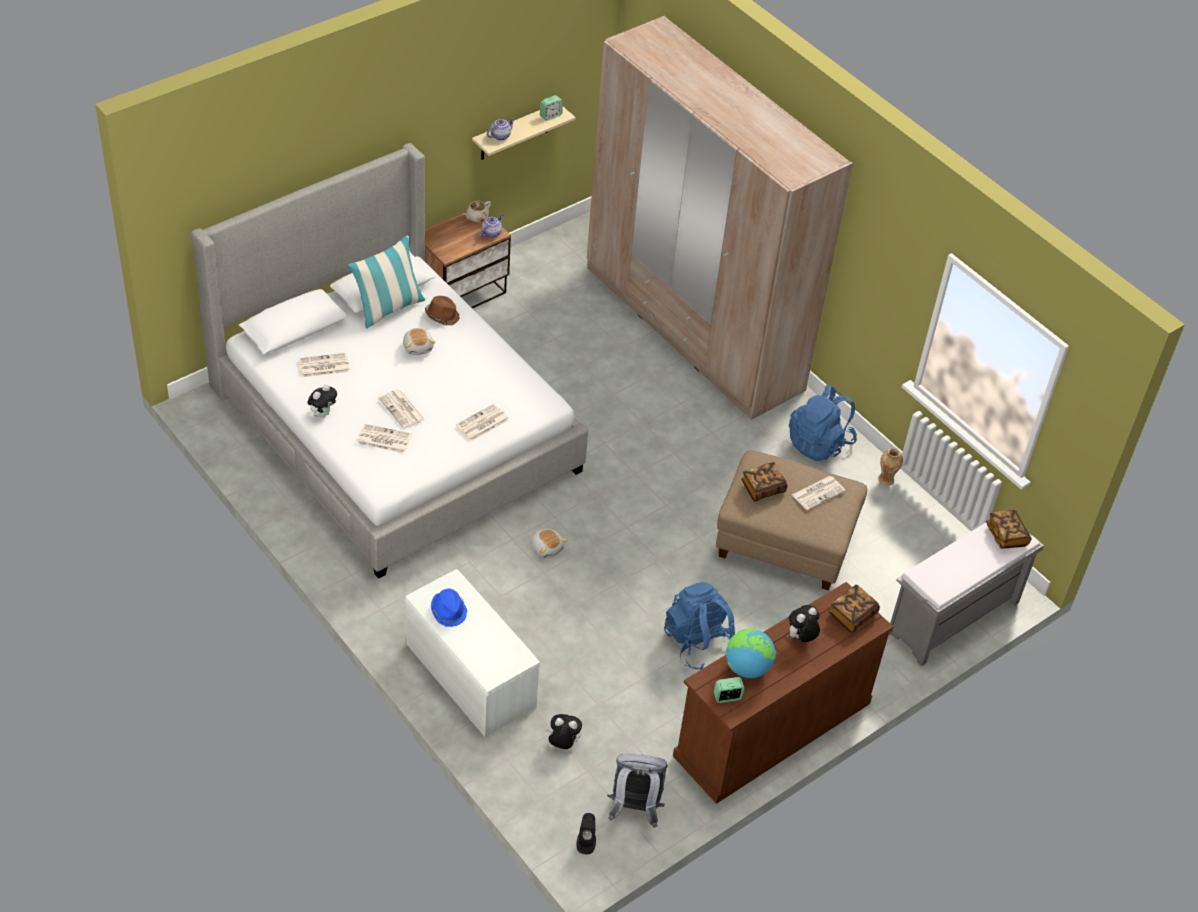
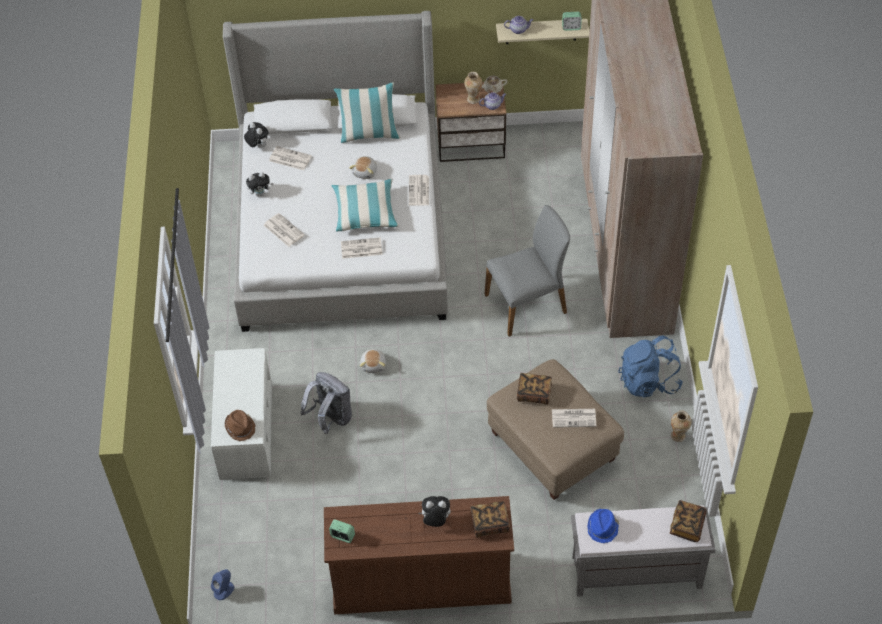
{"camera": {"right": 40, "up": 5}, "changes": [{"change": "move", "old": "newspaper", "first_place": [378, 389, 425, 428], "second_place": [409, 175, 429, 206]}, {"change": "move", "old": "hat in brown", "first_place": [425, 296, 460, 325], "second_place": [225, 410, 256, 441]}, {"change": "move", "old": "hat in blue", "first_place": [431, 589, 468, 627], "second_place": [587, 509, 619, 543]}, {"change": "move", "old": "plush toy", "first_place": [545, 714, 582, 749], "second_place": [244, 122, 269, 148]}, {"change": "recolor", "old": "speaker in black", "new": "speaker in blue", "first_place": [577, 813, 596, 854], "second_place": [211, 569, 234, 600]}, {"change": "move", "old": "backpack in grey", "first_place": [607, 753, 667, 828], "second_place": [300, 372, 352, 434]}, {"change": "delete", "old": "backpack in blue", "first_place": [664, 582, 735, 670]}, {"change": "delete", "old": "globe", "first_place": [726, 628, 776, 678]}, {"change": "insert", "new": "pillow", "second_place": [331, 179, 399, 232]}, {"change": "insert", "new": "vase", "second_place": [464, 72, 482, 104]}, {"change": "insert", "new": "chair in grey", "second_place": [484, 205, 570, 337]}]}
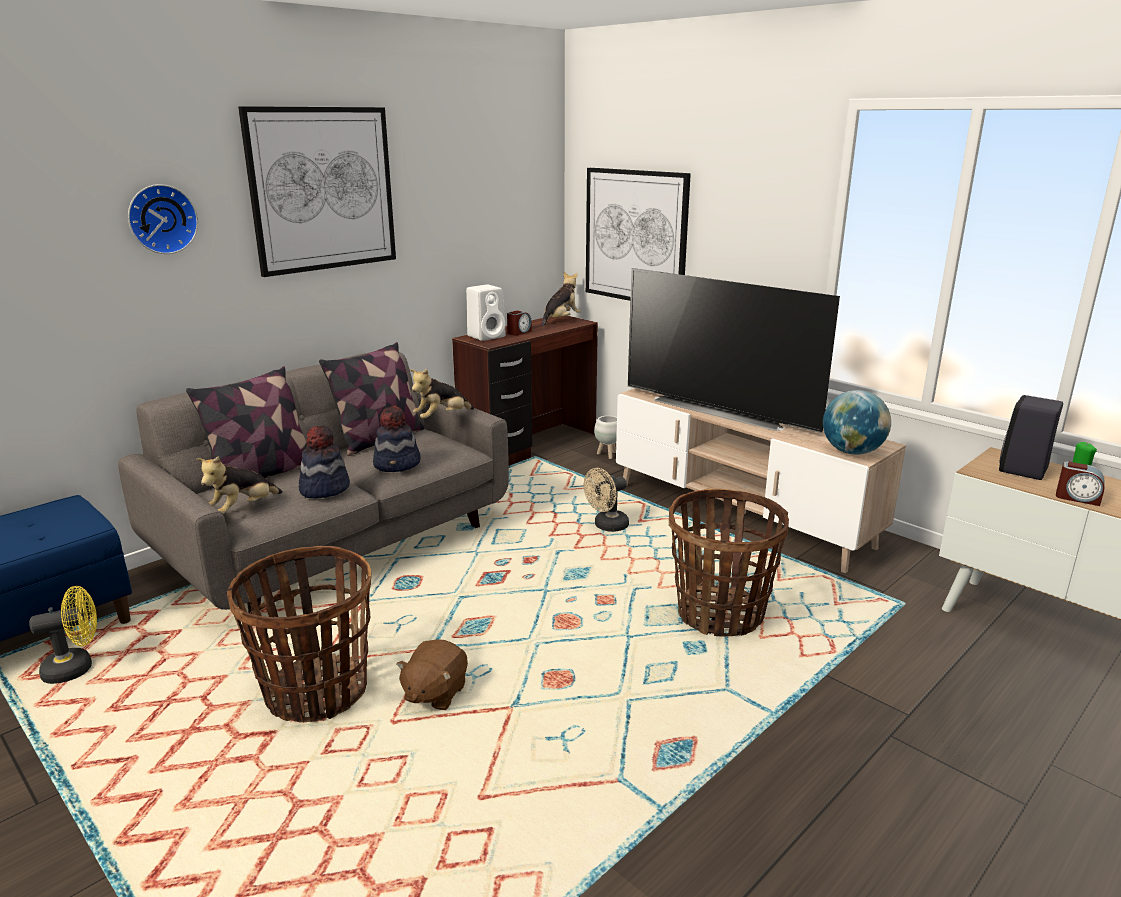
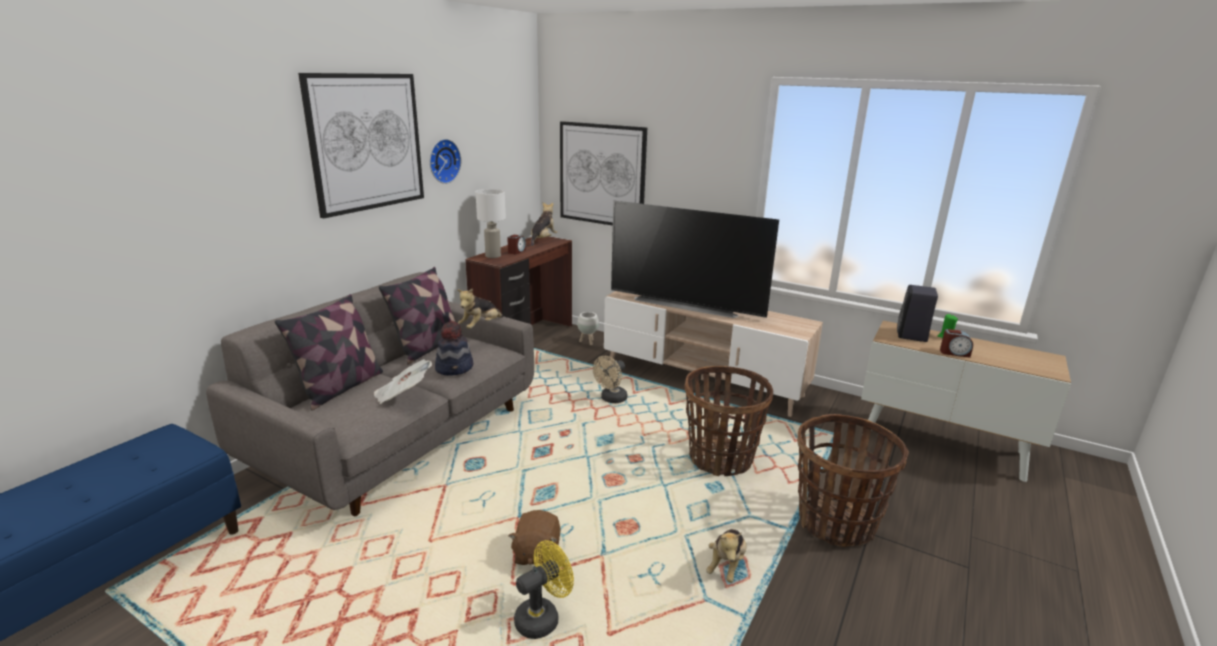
{"camera": {"right": -15, "up": 0}, "changes": [{"change": "move", "old": "fan in yellow", "first_place": [29, 586, 97, 684], "second_place": [514, 540, 574, 639]}, {"change": "move", "old": "wall clock", "first_place": [128, 184, 198, 254], "second_place": [430, 139, 461, 184]}, {"change": "move", "old": "plush toy", "first_place": [196, 456, 283, 514], "second_place": [706, 529, 746, 583]}, {"change": "move", "old": "basket", "first_place": [227, 546, 371, 722], "second_place": [797, 414, 908, 547]}, {"change": "replace", "old": "hat", "new": "newspaper", "first_place": [299, 426, 350, 499], "second_place": [374, 359, 432, 404]}, {"change": "replace", "old": "speaker in white", "new": "table lamp in white", "first_place": [466, 284, 505, 341], "second_place": [476, 189, 506, 258]}, {"change": "delete", "old": "globe", "first_place": [823, 390, 891, 455]}]}
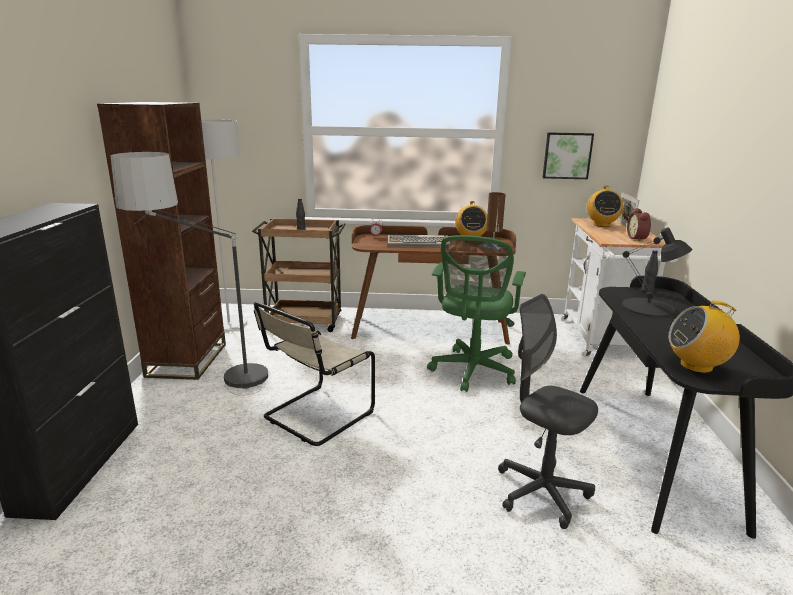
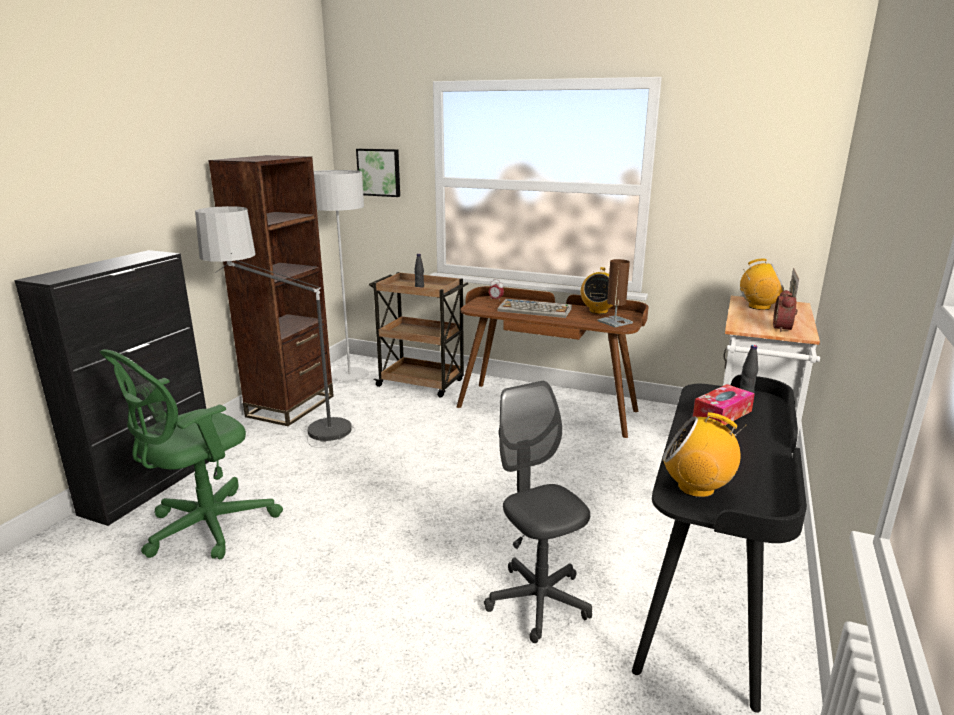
{"camera": {"right": 20, "up": 0}, "changes": [{"change": "delete", "old": "chair in beige", "first_place": [254, 302, 375, 446]}, {"change": "move", "old": "office chair in green", "first_place": [427, 235, 526, 392], "second_place": [100, 349, 283, 559]}, {"change": "move", "old": "picture", "first_place": [542, 132, 594, 179], "second_place": [356, 149, 400, 197]}, {"change": "rotate", "old": "radio", "first_place": [587, 185, 623, 227], "second_place": [740, 259, 785, 310], "degrees": -105}, {"change": "replace", "old": "table lamp in black", "new": "tissue box", "first_place": [622, 228, 693, 317], "second_place": [693, 384, 755, 425]}]}
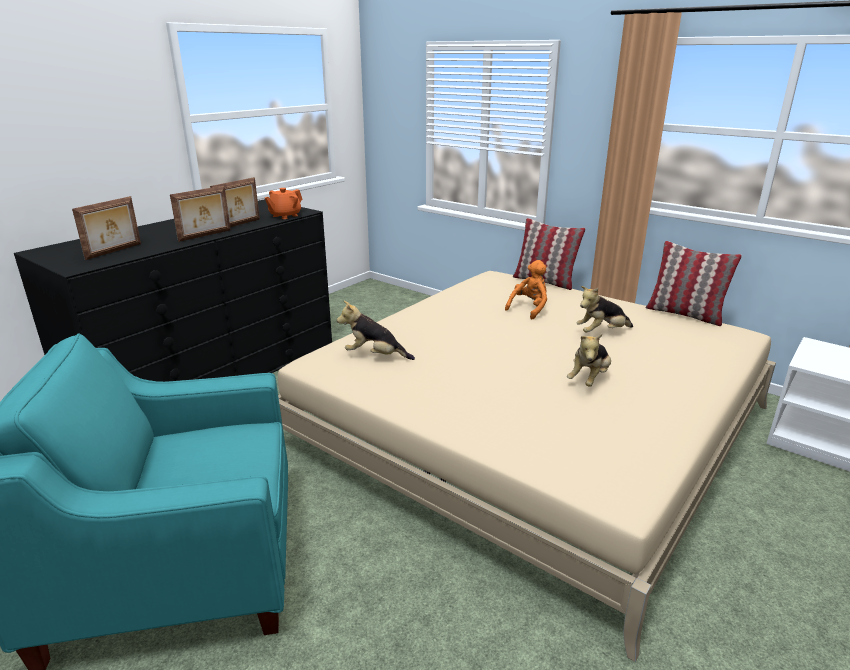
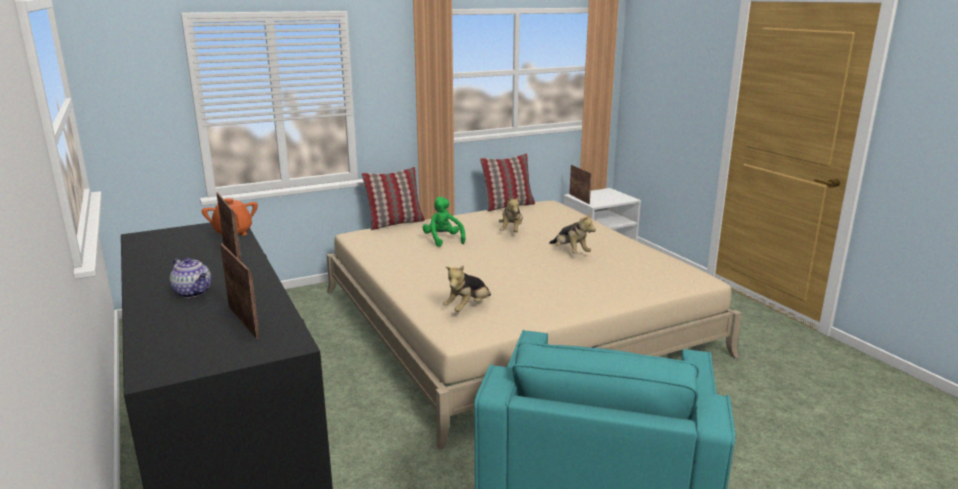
{"camera": {"right": -65, "up": -5}, "changes": [{"change": "move", "old": "picture frame", "first_place": [170, 186, 231, 242], "second_place": [569, 165, 592, 204]}, {"change": "recolor", "old": "plush toy in orange", "new": "plush toy in green", "first_place": [505, 260, 547, 319], "second_place": [423, 197, 465, 247]}, {"change": "insert", "new": "teapot", "second_place": [170, 258, 211, 298]}]}
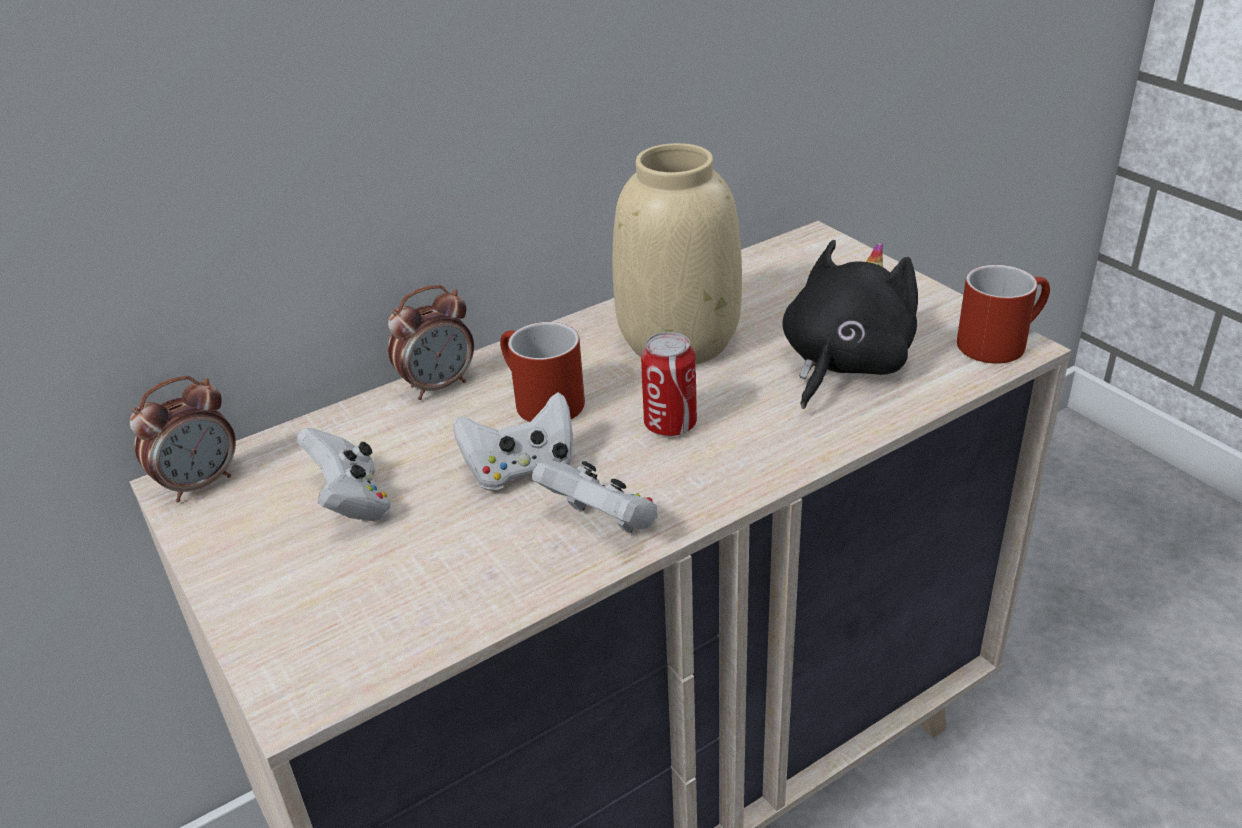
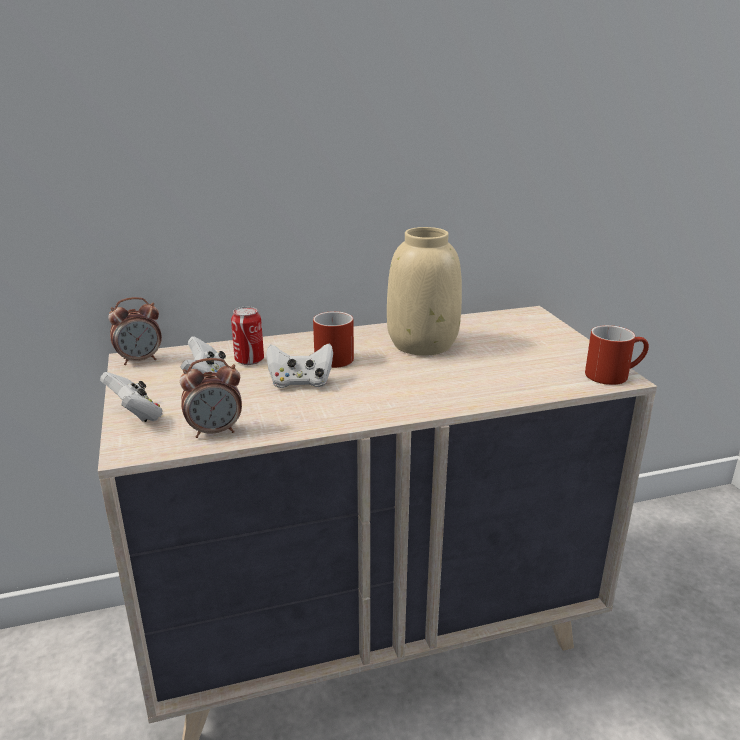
{"camera": {"right": 15, "up": -10}, "changes": [{"change": "move", "old": "alarm clock", "first_place": [388, 285, 474, 400], "second_place": [180, 358, 242, 438]}, {"change": "move", "old": "game controller in white", "first_place": [532, 461, 658, 533], "second_place": [100, 372, 163, 422]}, {"change": "move", "old": "can", "first_place": [641, 332, 697, 436], "second_place": [231, 307, 264, 365]}, {"change": "delete", "old": "plush toy in black", "first_place": [782, 240, 918, 409]}]}
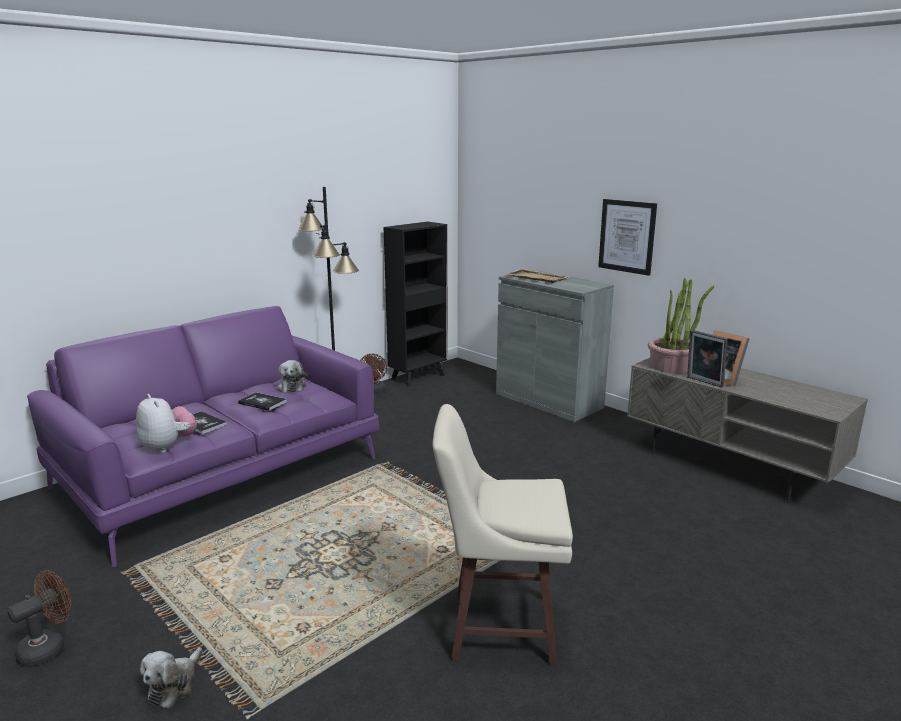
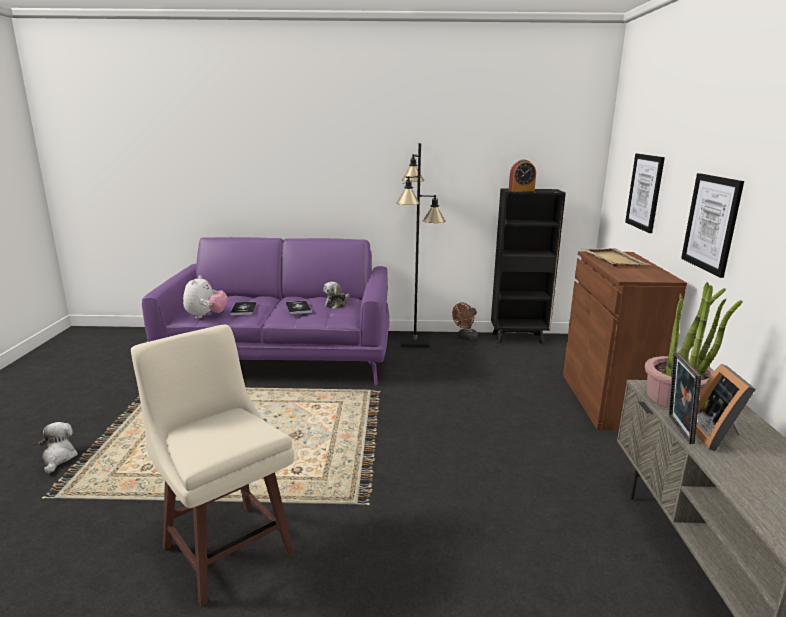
{"camera": {"right": 45, "up": 0}, "changes": [{"change": "delete", "old": "fan in brown", "first_place": [7, 570, 71, 667]}, {"change": "rotate", "old": "plush toy", "first_place": [140, 647, 202, 708], "second_place": [38, 422, 78, 474], "degrees": 105}, {"change": "recolor", "old": "cabinet in grey", "new": "cabinet in brown", "first_place": [496, 270, 614, 422], "second_place": [563, 251, 687, 430]}, {"change": "insert", "new": "alarm clock", "second_place": [509, 160, 536, 192]}, {"change": "insert", "new": "picture", "second_place": [625, 154, 665, 233]}]}
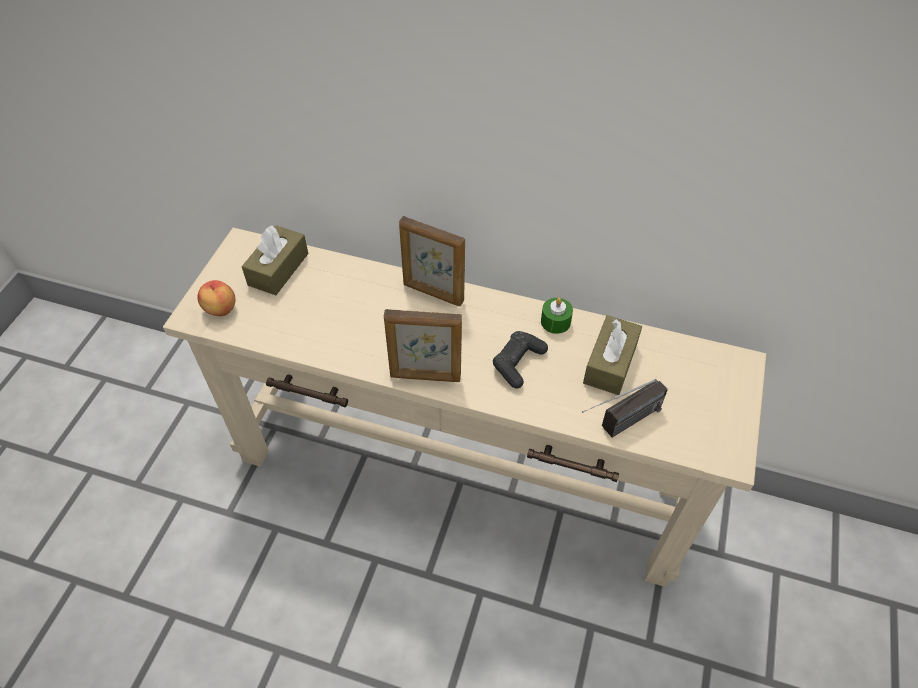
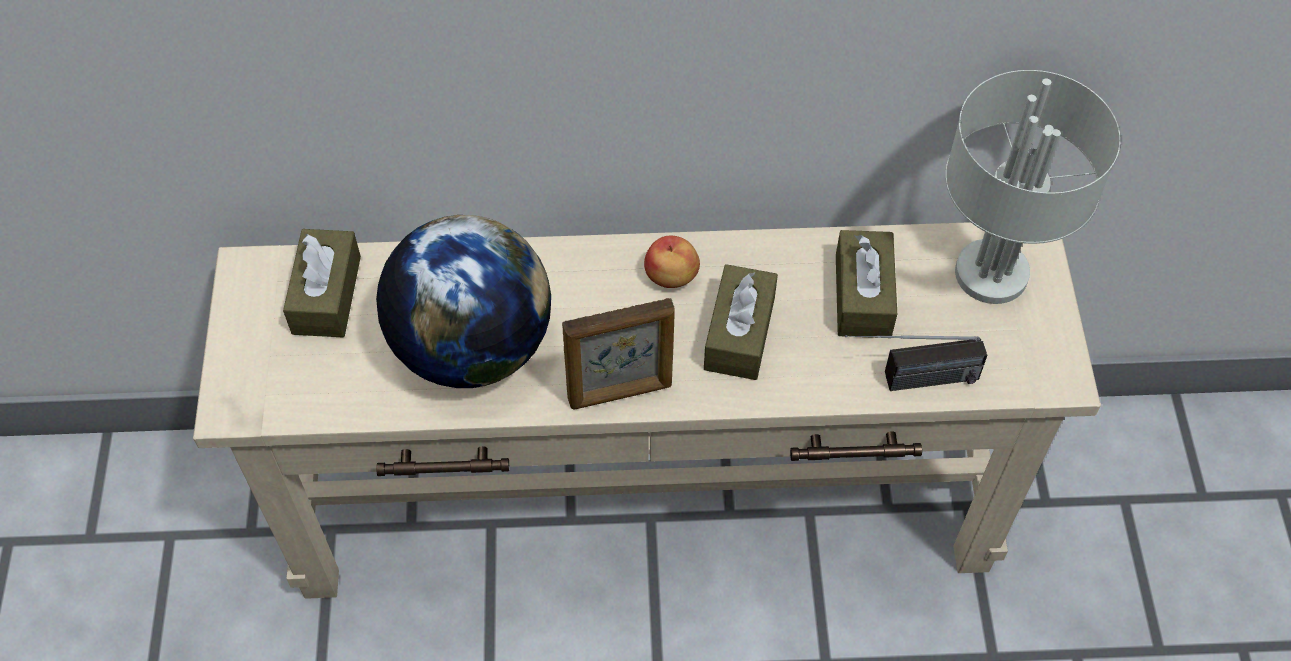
{"camera": {"right": -20, "up": 5}, "changes": [{"change": "move", "old": "apple", "first_place": [197, 280, 235, 316], "second_place": [644, 236, 700, 288]}, {"change": "delete", "old": "picture frame", "first_place": [399, 216, 465, 306]}, {"change": "replace", "old": "game controller in black", "new": "tissue box in brown", "first_place": [493, 331, 548, 388], "second_place": [704, 264, 778, 380]}, {"change": "delete", "old": "candle in green", "first_place": [541, 298, 573, 334]}, {"change": "rotate", "old": "radio", "first_place": [582, 379, 668, 437], "second_place": [845, 335, 988, 391], "degrees": 45}, {"change": "insert", "new": "globe", "second_place": [376, 215, 551, 388]}, {"change": "insert", "new": "table lamp in grey", "second_place": [945, 70, 1121, 304]}]}
